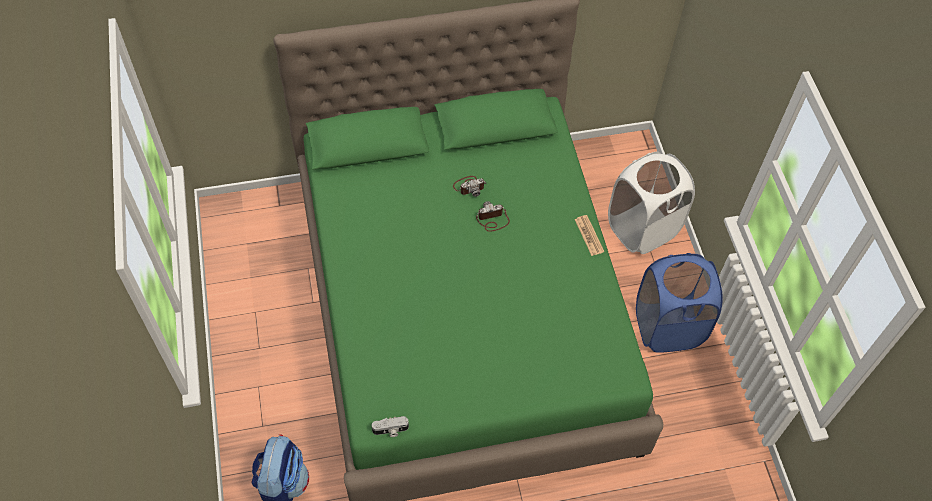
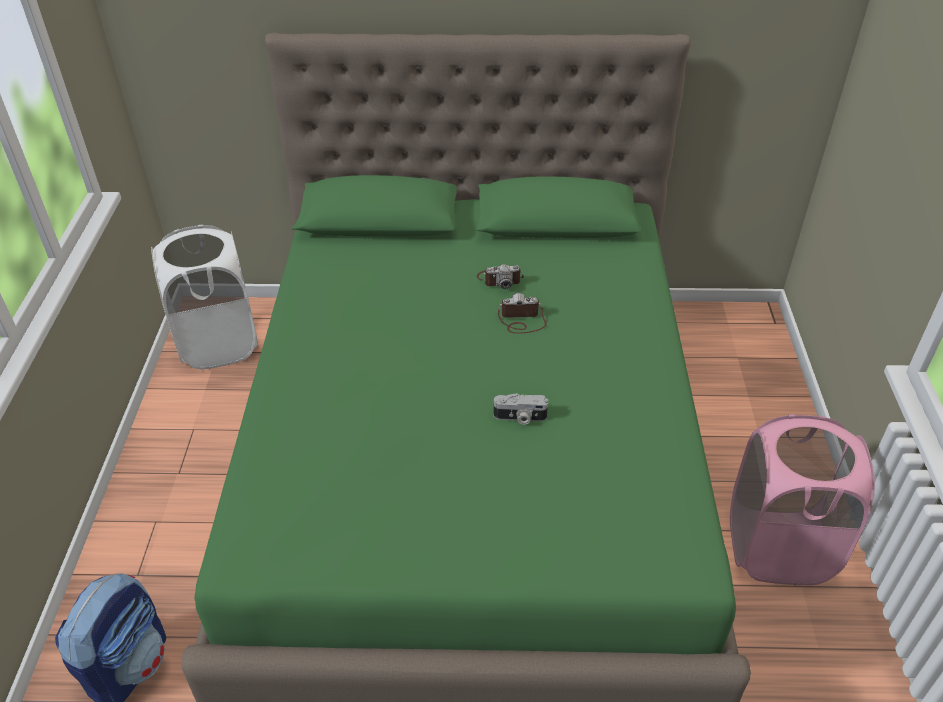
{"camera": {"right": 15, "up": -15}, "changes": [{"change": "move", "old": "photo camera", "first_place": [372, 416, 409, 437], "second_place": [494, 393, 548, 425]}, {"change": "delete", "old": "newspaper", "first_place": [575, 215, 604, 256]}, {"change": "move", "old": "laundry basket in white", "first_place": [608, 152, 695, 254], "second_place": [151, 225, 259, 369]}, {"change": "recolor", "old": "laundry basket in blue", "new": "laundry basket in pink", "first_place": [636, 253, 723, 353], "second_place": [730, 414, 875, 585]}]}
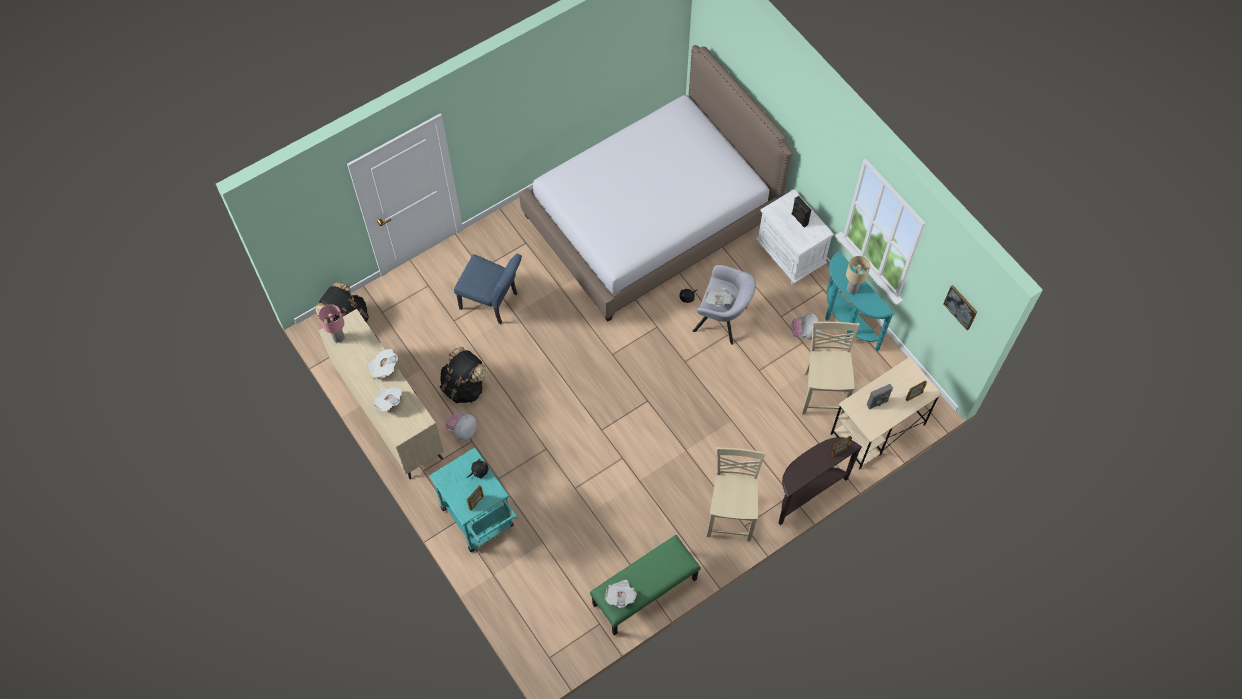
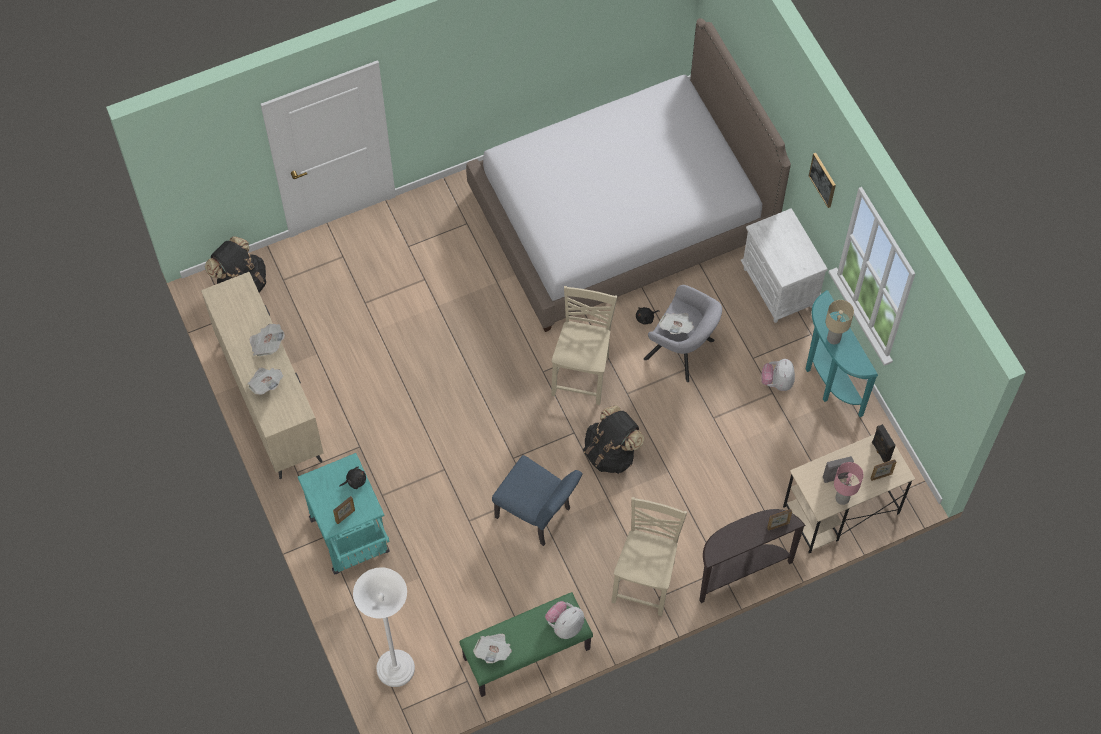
{"camera": {"right": 10, "up": 0}, "changes": [{"change": "move", "old": "table lamp in pink", "first_place": [319, 304, 345, 343], "second_place": [834, 462, 863, 505]}, {"change": "move", "old": "backpack in black", "first_place": [440, 347, 488, 403], "second_place": [583, 405, 644, 474]}, {"change": "move", "old": "plush toy", "first_place": [446, 412, 477, 441], "second_place": [545, 601, 584, 639]}, {"change": "move", "old": "chair in blue", "first_place": [454, 254, 522, 324], "second_place": [492, 455, 583, 546]}, {"change": "move", "old": "speaker in black", "first_place": [792, 196, 811, 228], "second_place": [872, 424, 896, 463]}, {"change": "move", "old": "chair in beige", "first_place": [802, 321, 860, 415], "second_place": [551, 286, 618, 405]}, {"change": "move", "old": "picture", "first_place": [943, 285, 977, 330], "second_place": [809, 153, 836, 208]}, {"change": "insert", "new": "floor lamp in white", "second_place": [353, 567, 415, 687]}]}
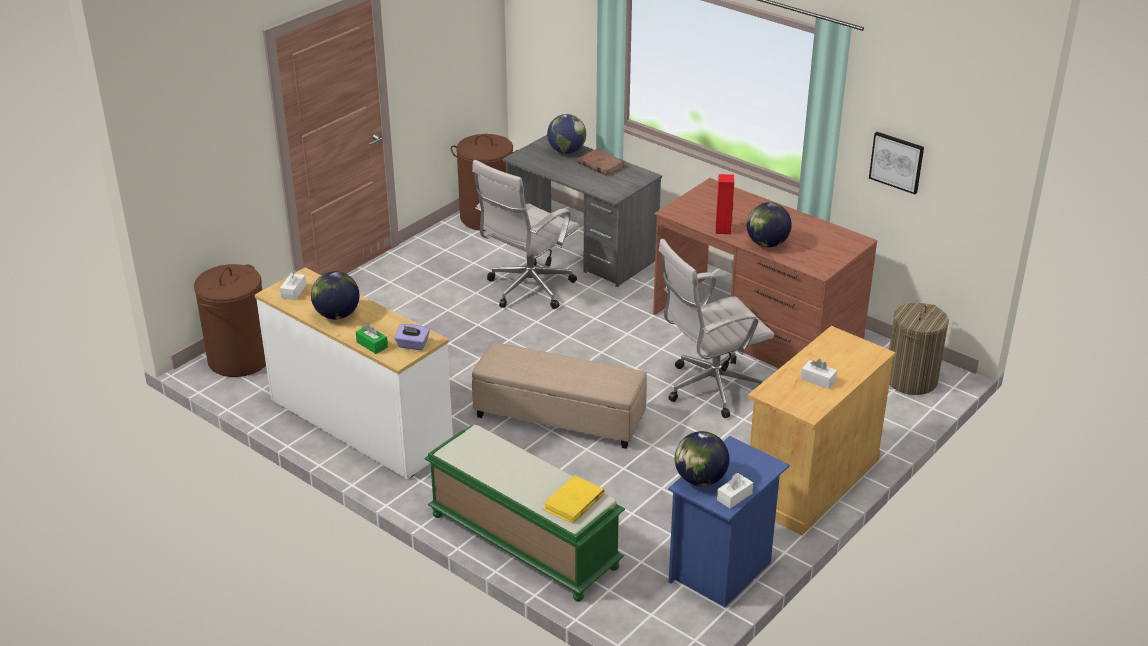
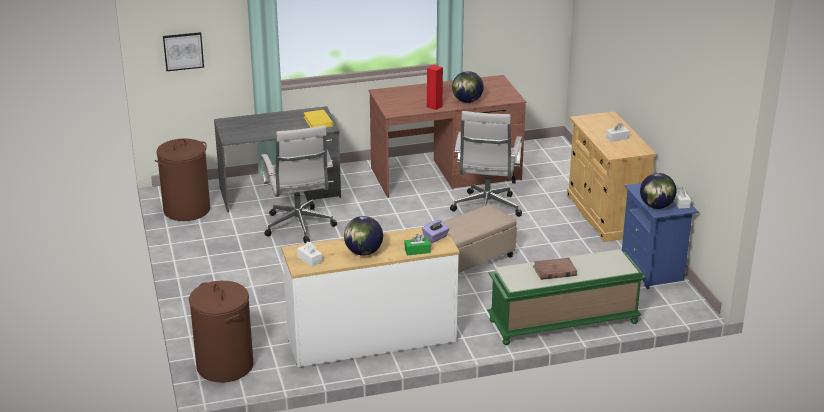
{"camera": {"right": -55, "up": -5}, "changes": [{"change": "move", "old": "book in yellow", "first_place": [543, 475, 605, 524], "second_place": [303, 110, 333, 128]}, {"change": "delete", "old": "globe", "first_place": [547, 114, 586, 154]}, {"change": "move", "old": "book in brown", "first_place": [578, 149, 625, 176], "second_place": [533, 258, 577, 280]}, {"change": "move", "old": "picture", "first_place": [869, 132, 924, 194], "second_place": [163, 32, 204, 71]}, {"change": "delete", "old": "laundry basket", "first_place": [889, 303, 949, 395]}]}
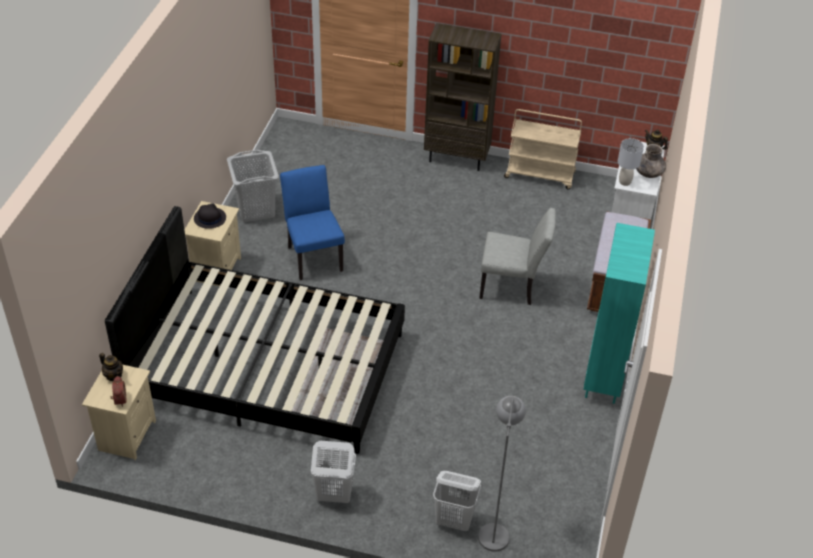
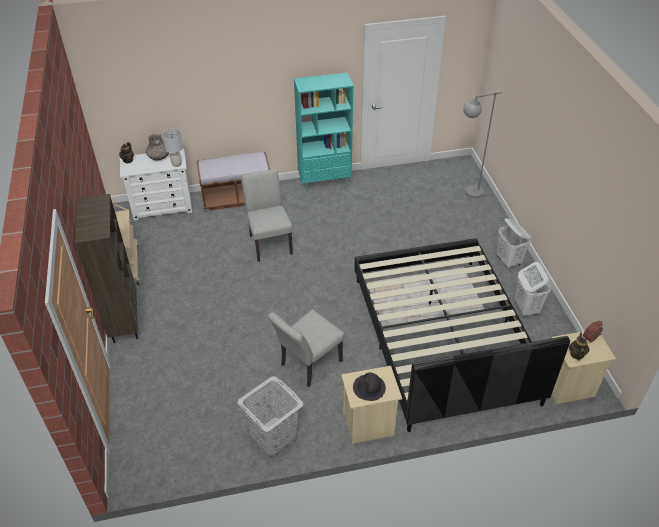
{"camera": {"right": -115, "up": 0}, "changes": [{"change": "recolor", "old": "chair in blue", "new": "chair in grey", "first_place": [280, 165, 345, 280], "second_place": [268, 309, 345, 387]}, {"change": "move", "old": "laundry basket in white", "first_place": [433, 471, 481, 532], "second_place": [515, 262, 551, 316]}]}
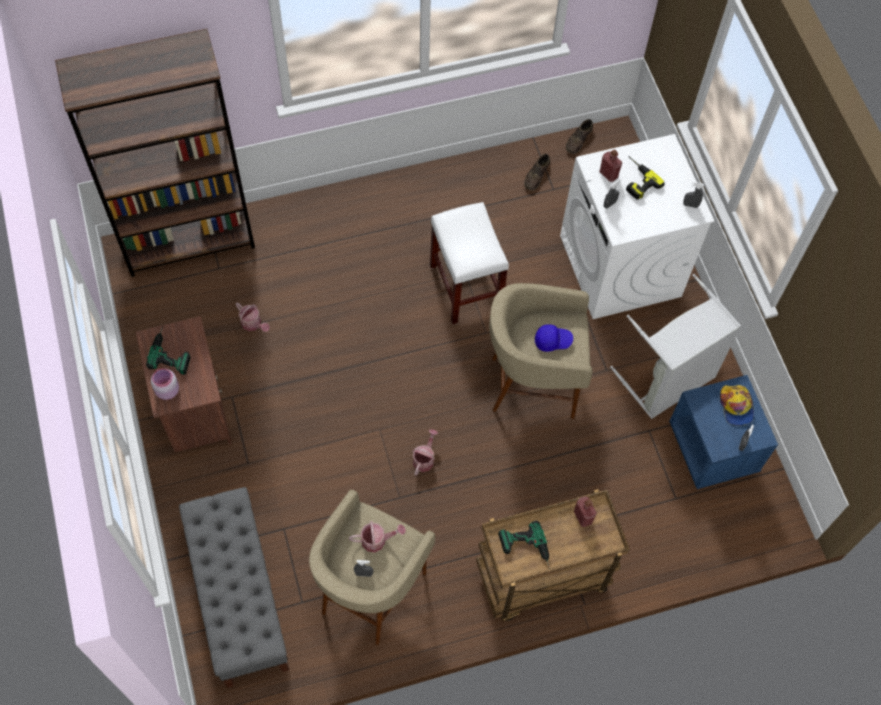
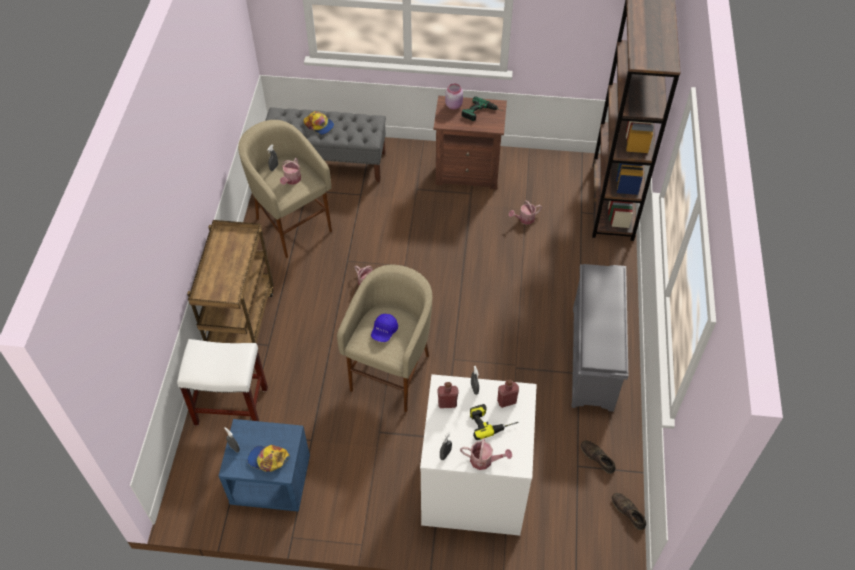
{"camera": {"right": 115, "up": -10}, "changes": [{"change": "move", "old": "stool in white", "first_place": [430, 202, 509, 325], "second_place": [177, 339, 268, 426]}, {"change": "delete", "old": "power drill", "first_place": [498, 521, 550, 570]}, {"change": "move", "old": "bottle in red", "first_place": [574, 497, 597, 527], "second_place": [437, 382, 459, 408]}, {"change": "delete", "old": "laundry basket in grey", "first_place": [610, 274, 741, 419]}, {"change": "insert", "new": "cap", "second_place": [304, 111, 334, 135]}, {"change": "insert", "new": "watering can", "second_place": [460, 438, 512, 470]}, {"change": "insert", "new": "shoe rack in grey", "second_place": [572, 264, 628, 412]}]}
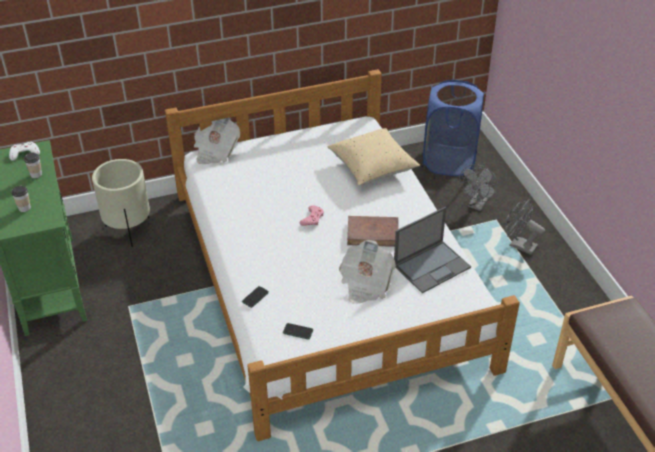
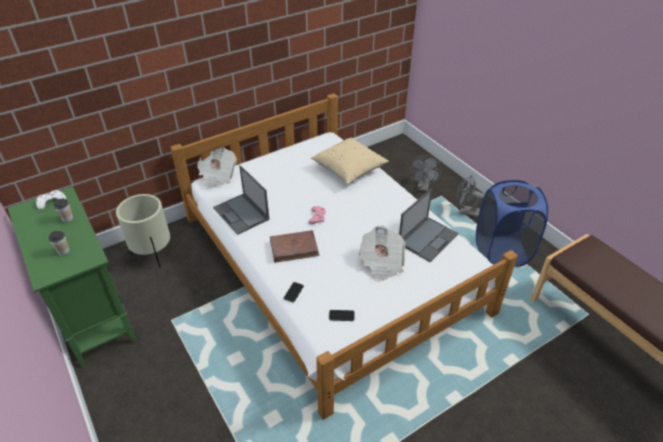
{"camera": {"right": -15, "up": 0}, "changes": [{"change": "move", "old": "book in brown", "first_place": [347, 216, 398, 247], "second_place": [270, 230, 320, 263]}, {"change": "move", "old": "laundry basket in blue", "first_place": [423, 79, 484, 176], "second_place": [476, 180, 548, 267]}, {"change": "insert", "new": "laptop", "second_place": [213, 165, 269, 235]}]}
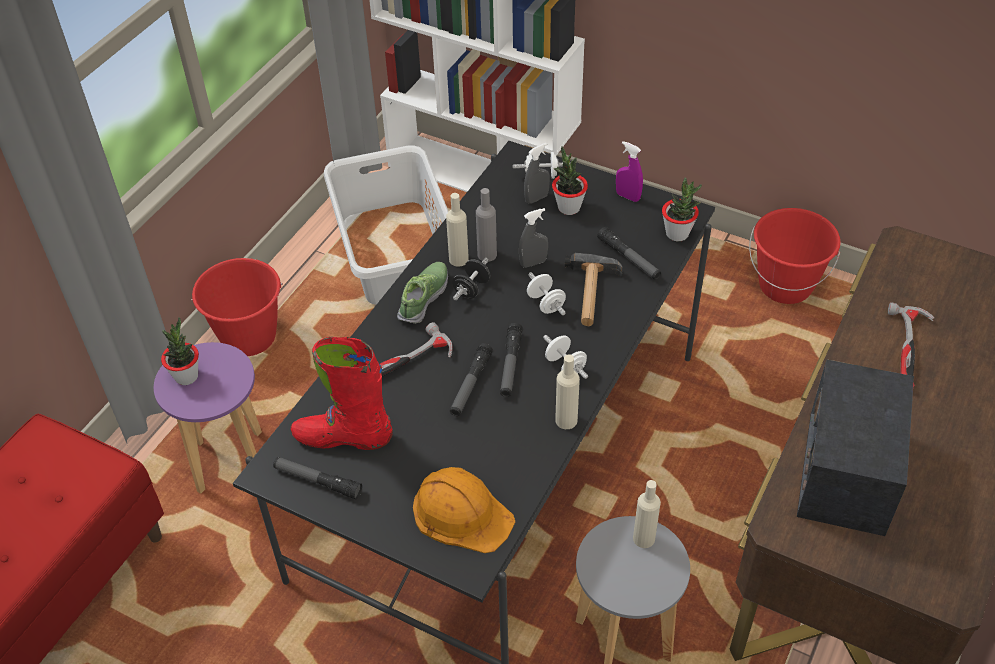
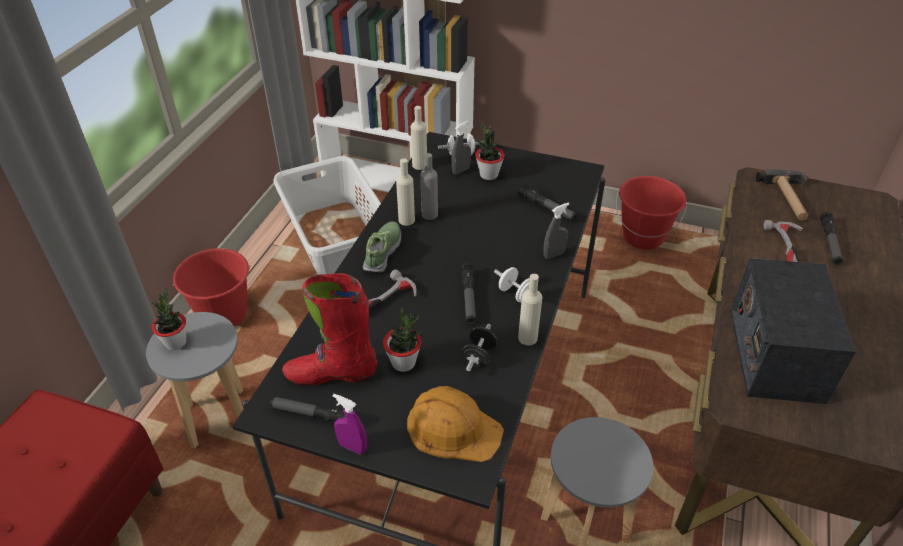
{"camera": {"right": -10, "up": -5}, "changes": [{"change": "recolor", "old": "stool in purple", "new": "stool in grey", "first_place": [154, 342, 262, 494], "second_place": [146, 312, 243, 449]}, {"change": "move", "old": "flashlight", "first_place": [450, 343, 493, 416], "second_place": [820, 212, 843, 265]}, {"change": "move", "old": "dumbbell in black", "first_place": [452, 258, 491, 301], "second_place": [461, 324, 497, 371]}, {"change": "move", "old": "spray bottle in grey", "first_place": [519, 208, 548, 268], "second_place": [543, 202, 570, 259]}, {"change": "delete", "old": "dumbbell in white", "first_place": [527, 272, 566, 315]}, {"change": "move", "old": "hammer", "first_place": [565, 253, 623, 326], "second_place": [756, 170, 808, 220]}, {"change": "move", "old": "spray bottle in purple", "first_place": [616, 141, 643, 202], "second_place": [333, 394, 367, 454]}, {"change": "move", "old": "bottle in beige", "first_place": [633, 480, 661, 548], "second_place": [411, 106, 427, 170]}, {"change": "move", "old": "potted plant", "first_place": [662, 178, 702, 241], "second_place": [383, 308, 422, 372]}]}
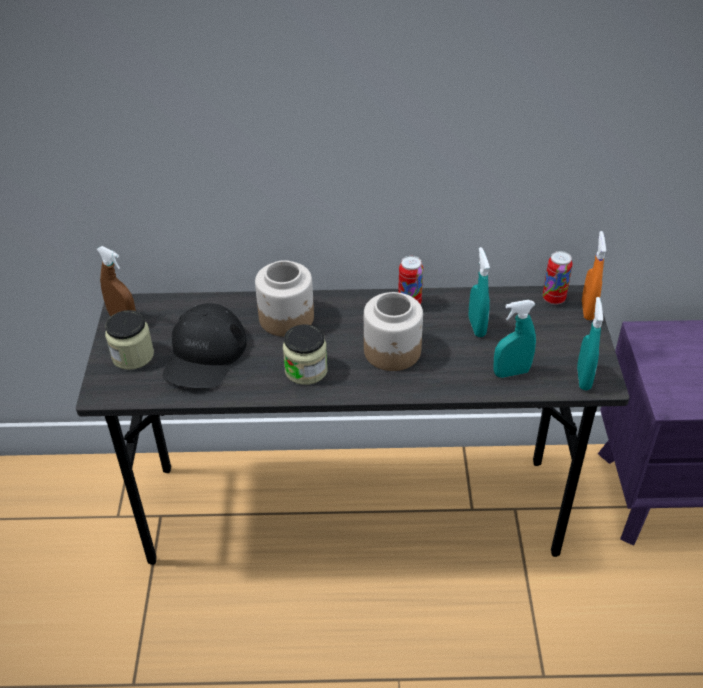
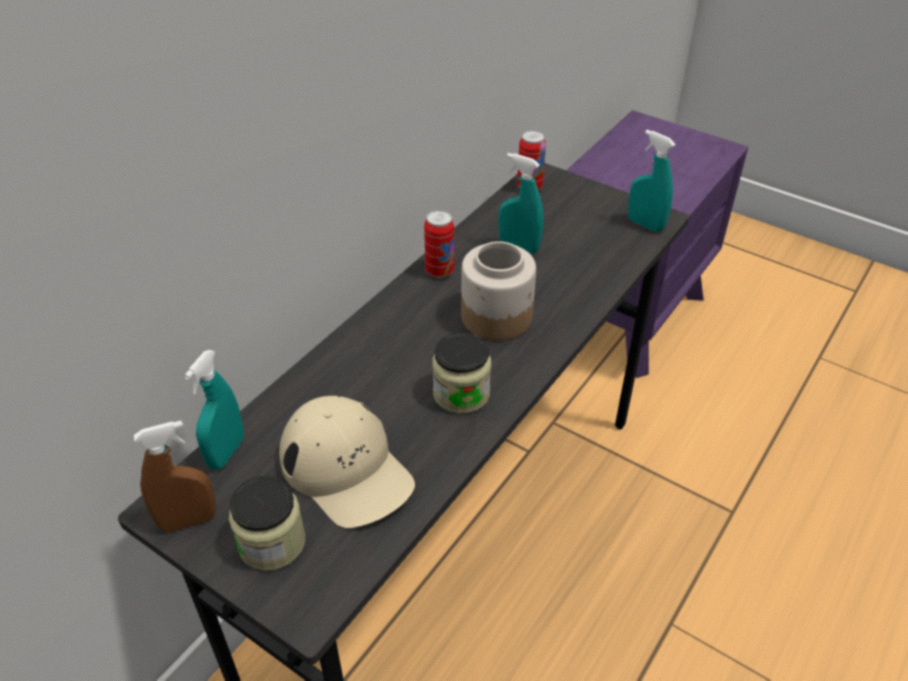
{"camera": {"right": -55, "up": 0}, "changes": [{"change": "recolor", "old": "cap in black", "new": "cap in beige", "first_place": [162, 303, 247, 388], "second_place": [279, 396, 415, 528]}, {"change": "delete", "old": "jar", "first_place": [255, 260, 314, 337]}, {"change": "move", "old": "spray bottle in turquoise", "first_place": [493, 300, 536, 378], "second_place": [184, 350, 244, 470]}, {"change": "delete", "old": "spray bottle in orange", "first_place": [582, 231, 606, 320]}]}
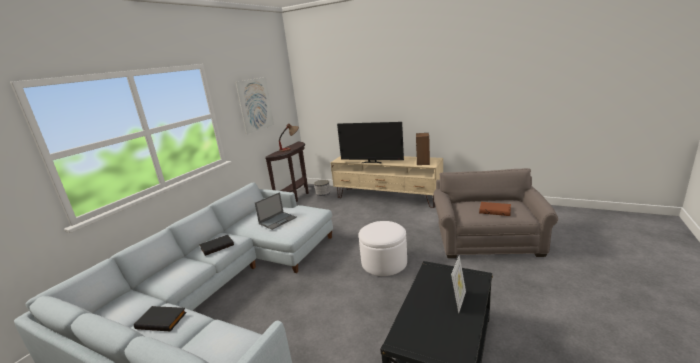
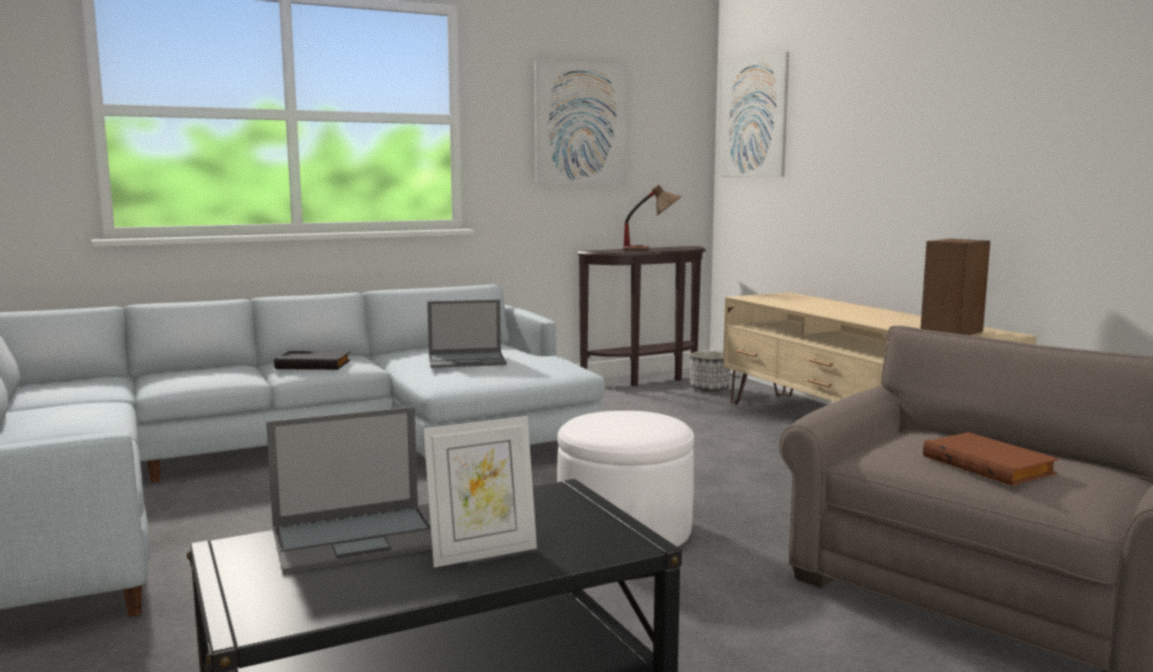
{"camera": {"right": 35, "up": -10}, "changes": [{"change": "delete", "old": "book in black", "first_place": [134, 306, 187, 331]}, {"change": "delete", "old": "television", "first_place": [337, 122, 404, 164]}, {"change": "insert", "new": "laptop", "second_place": [266, 406, 432, 574]}, {"change": "insert", "new": "picture", "second_place": [720, 52, 789, 177]}]}
